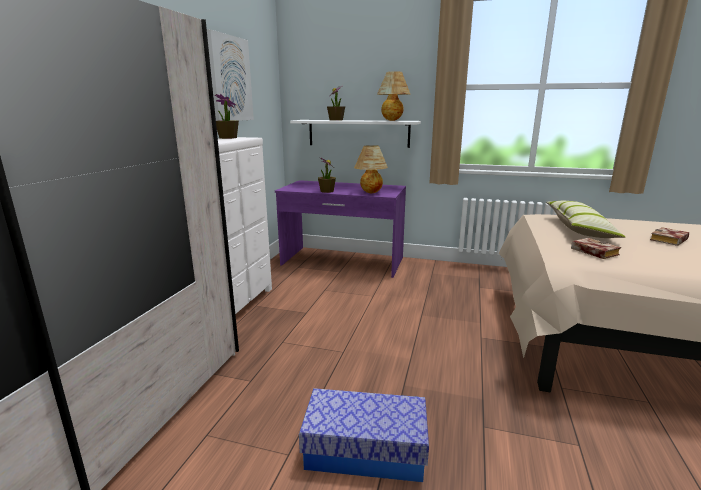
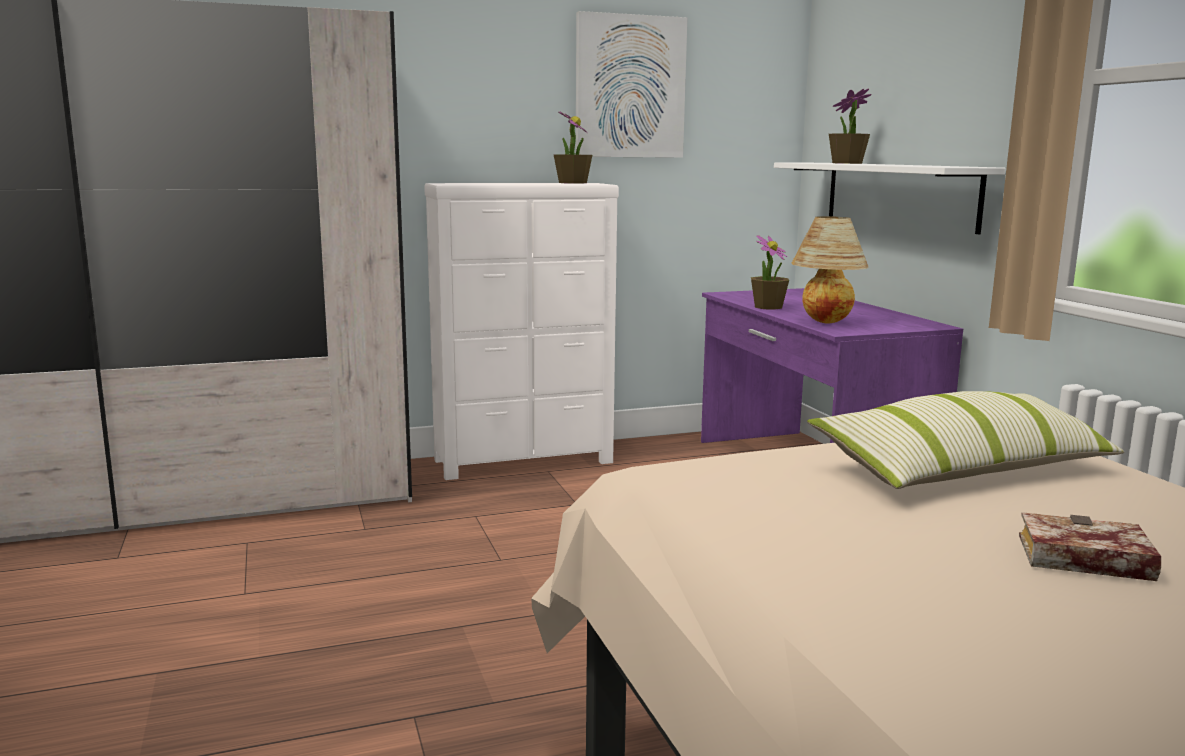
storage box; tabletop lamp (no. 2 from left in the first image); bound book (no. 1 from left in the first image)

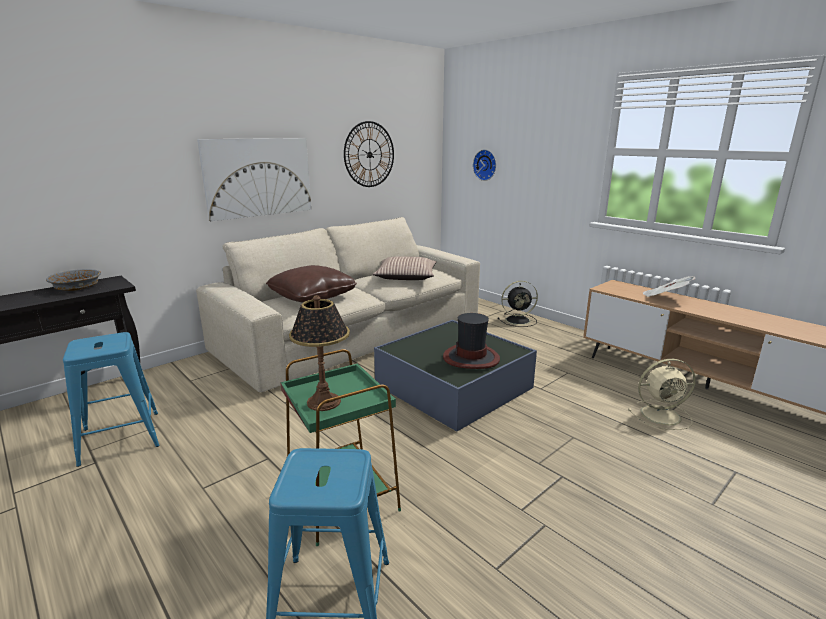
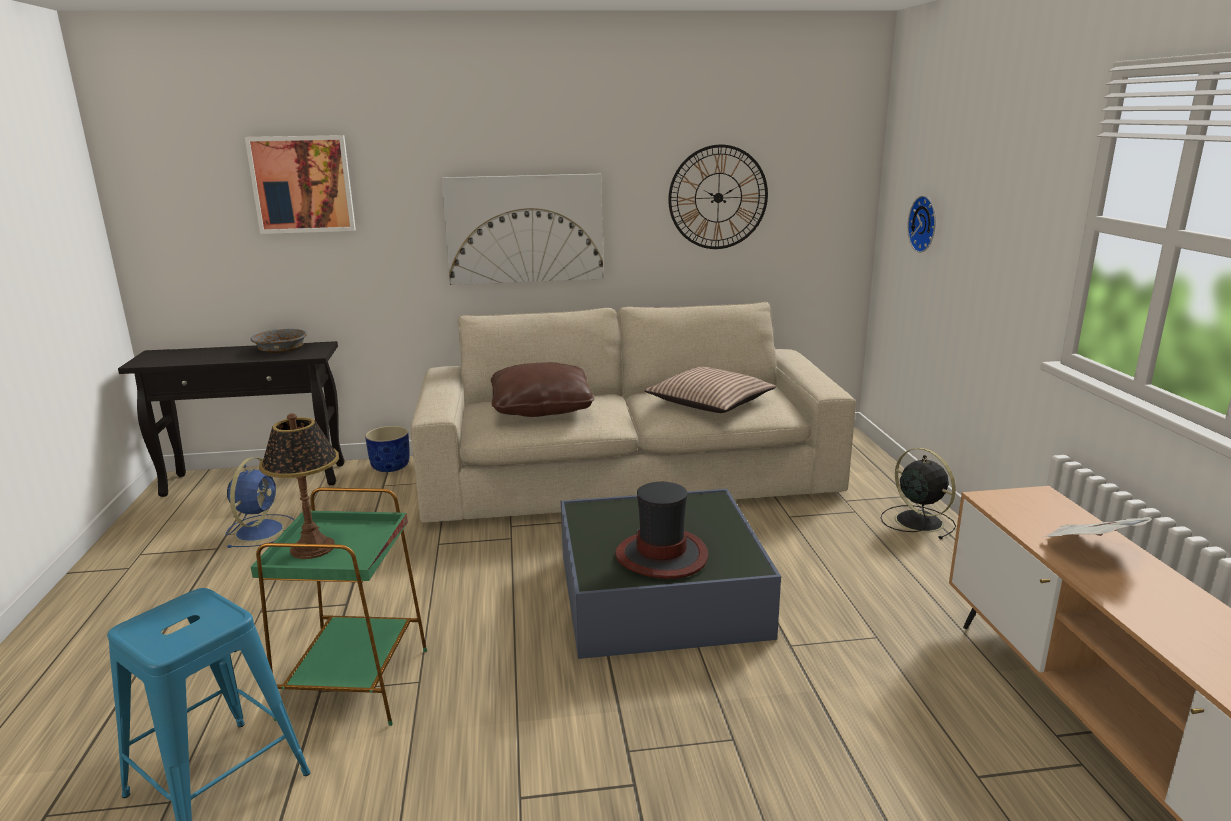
cooling fan in sand-coloured; wall picture (no. 1 from left); plant pot in blue-coloured; cooling fan in blue-coloured; cooling fan in black-coloured

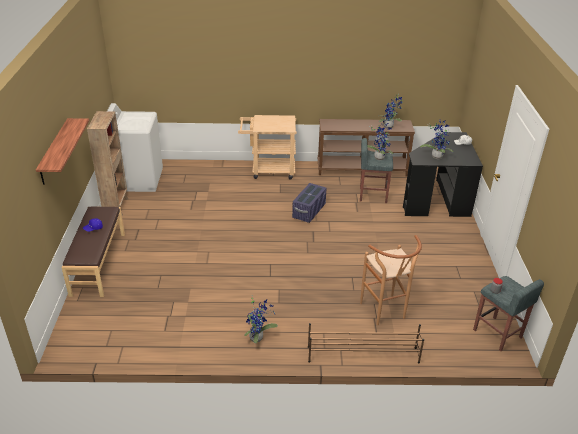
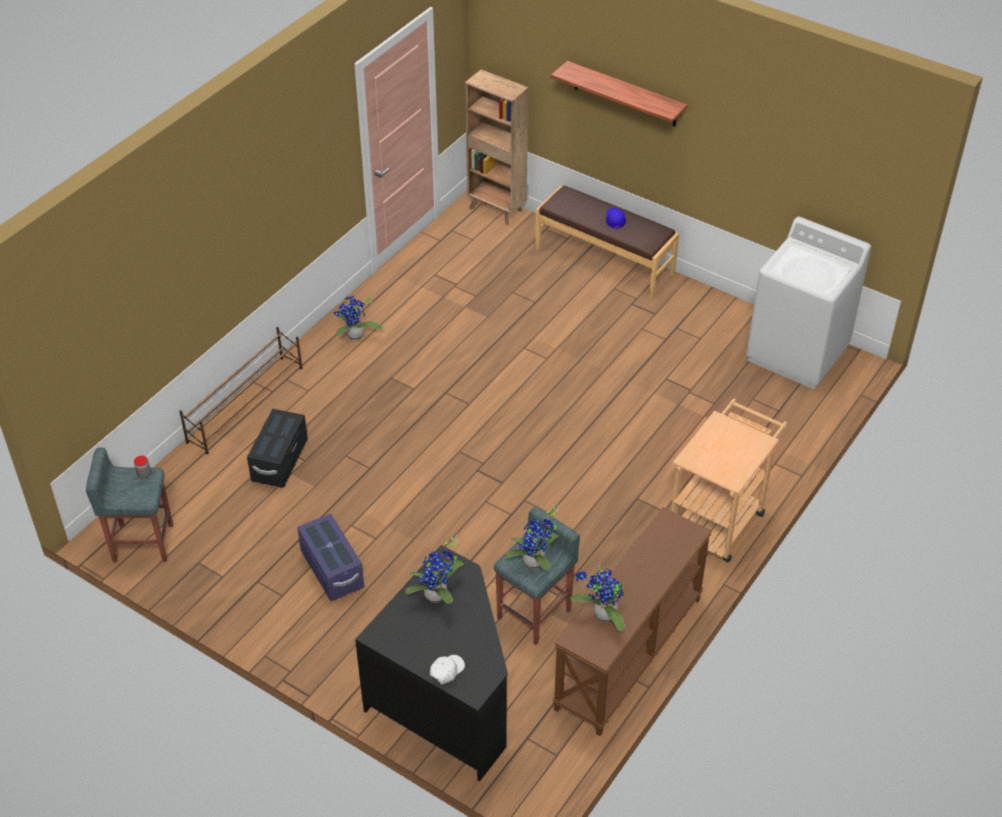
shelving unit in brown; storage box in purple-coloured; storage box in black-coloured

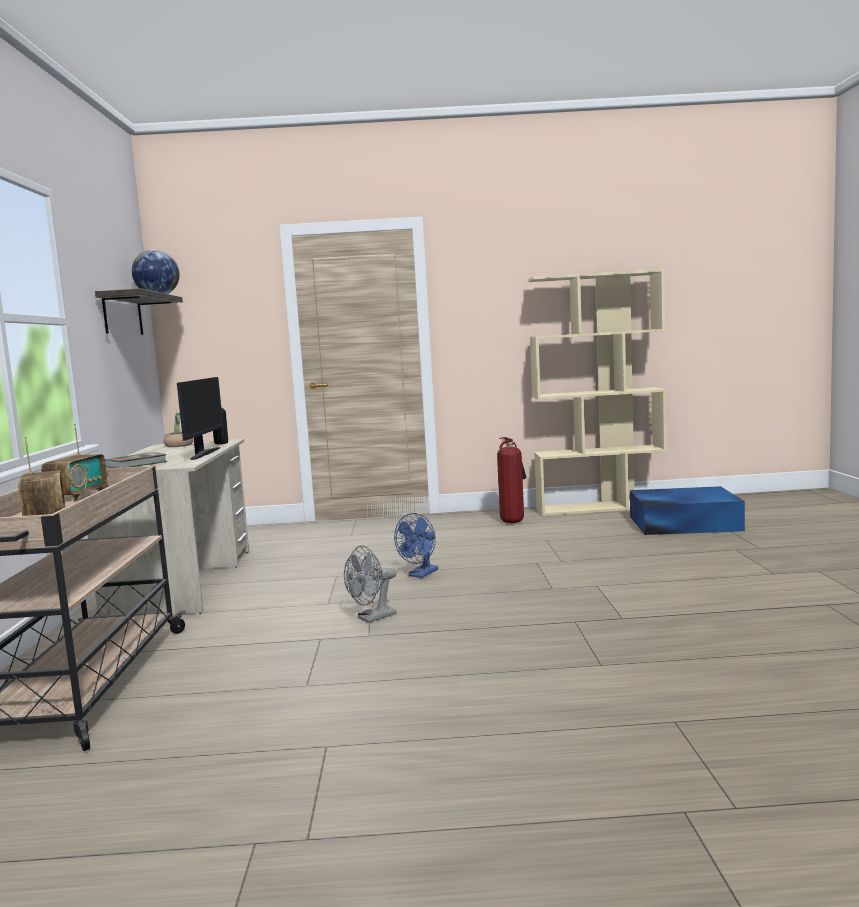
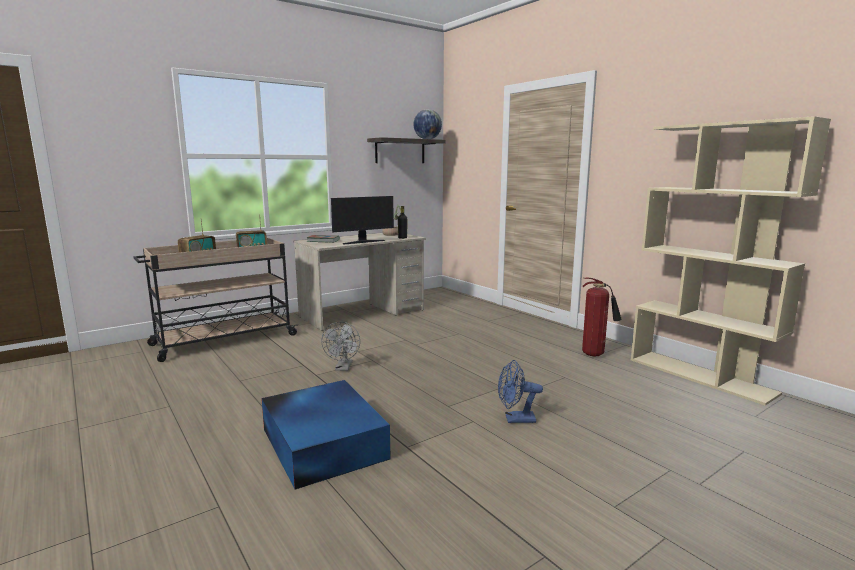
cooling fan in blue-coloured; storage box in blue-coloured; cooling fan in grey

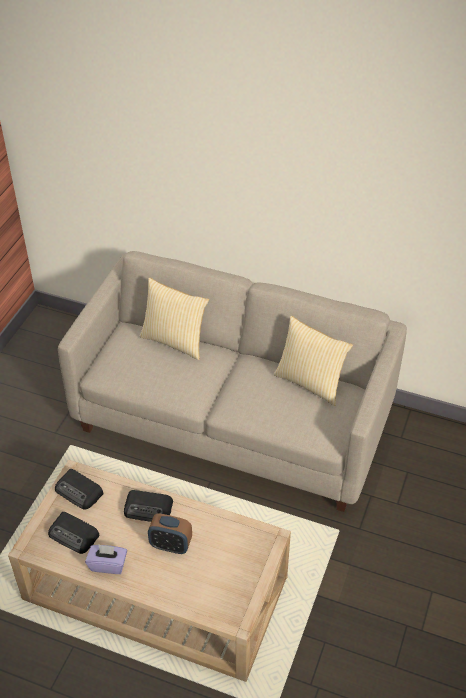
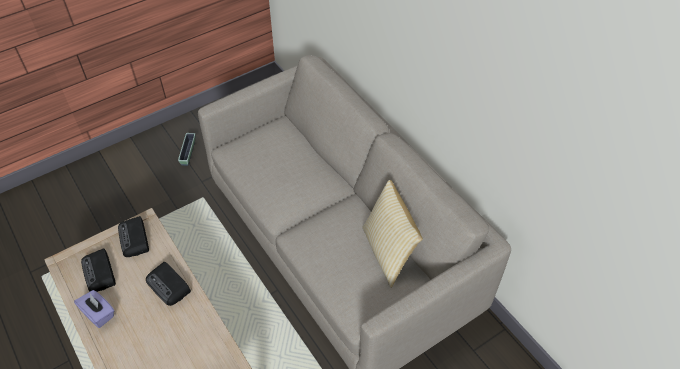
cushion (no. 1 from left in the first image); table clock; plant pot

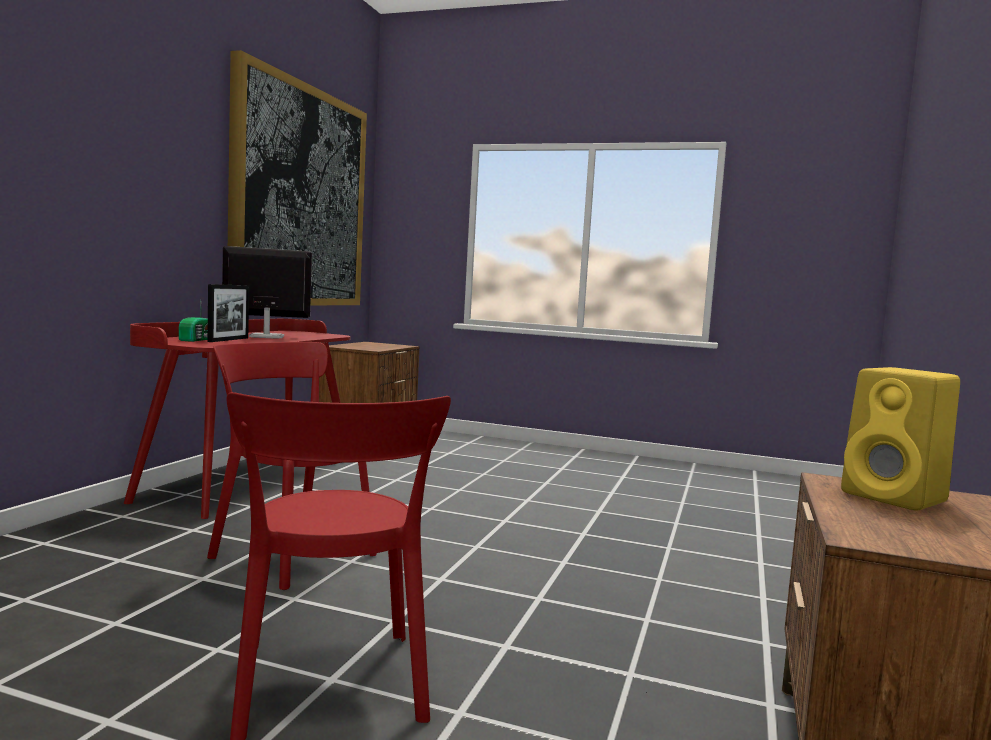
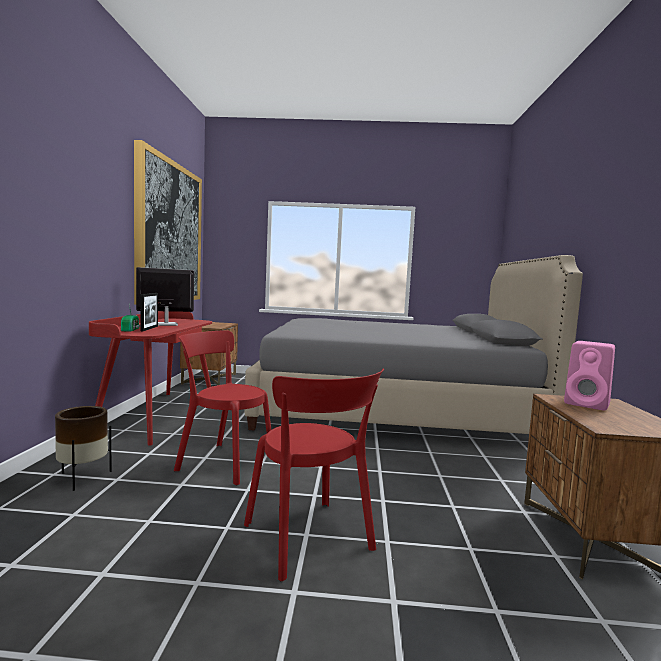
plant pot in brown; bed in grey; audio speaker in pink-coloured

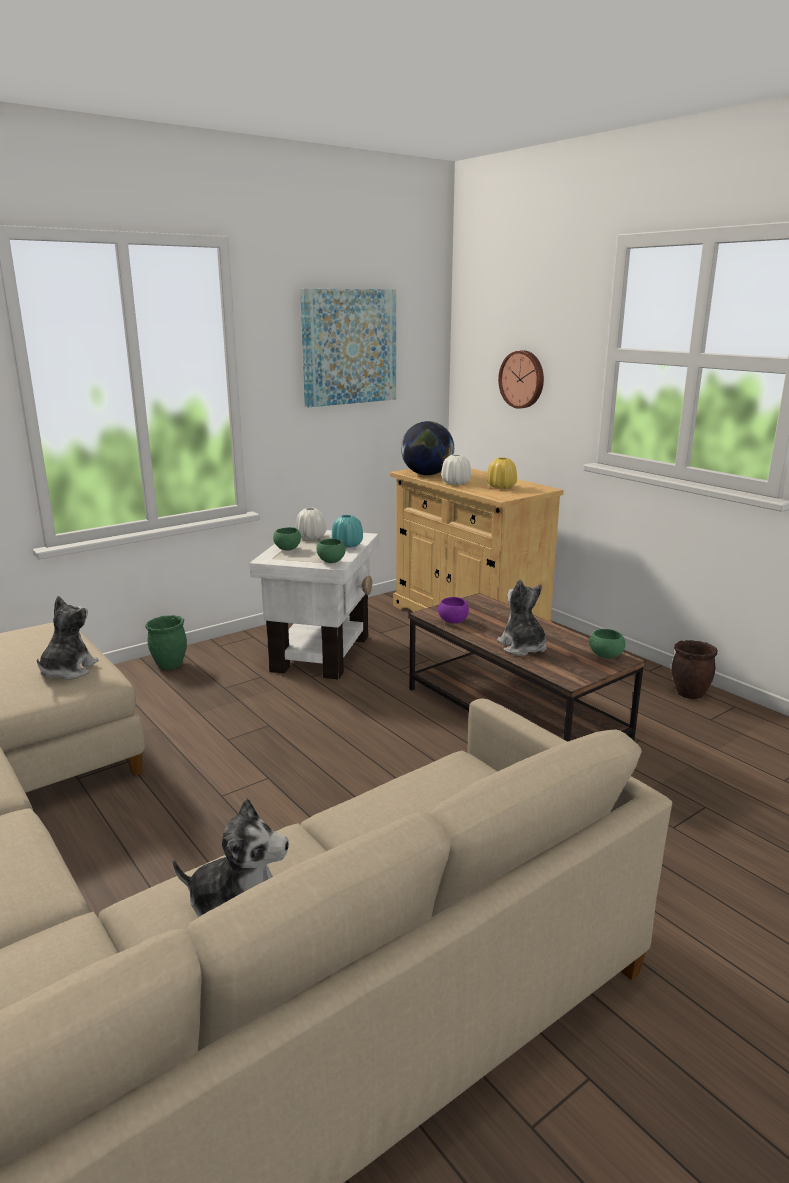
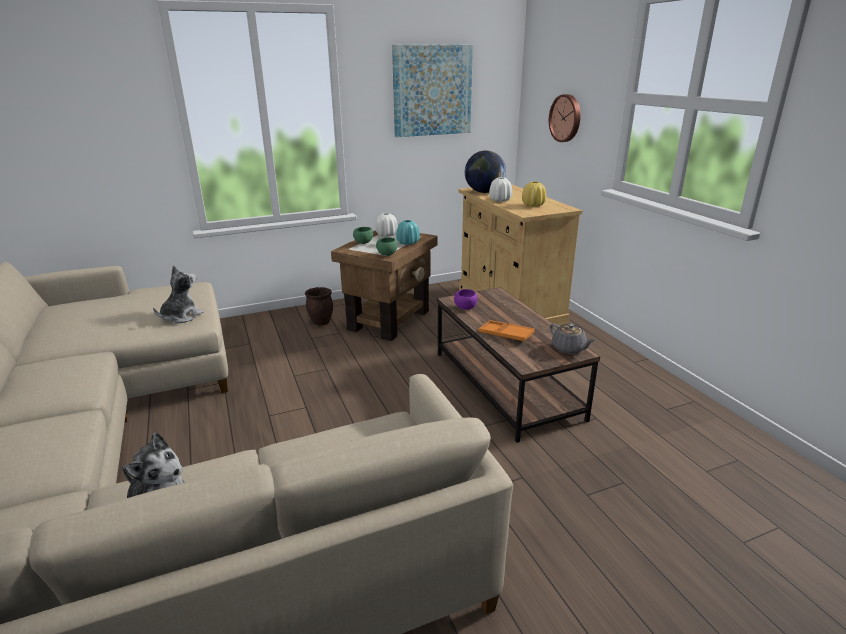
plant pot in green-coloured; plant pot in brown; tray in orange; tea pot in grey; side table in brown

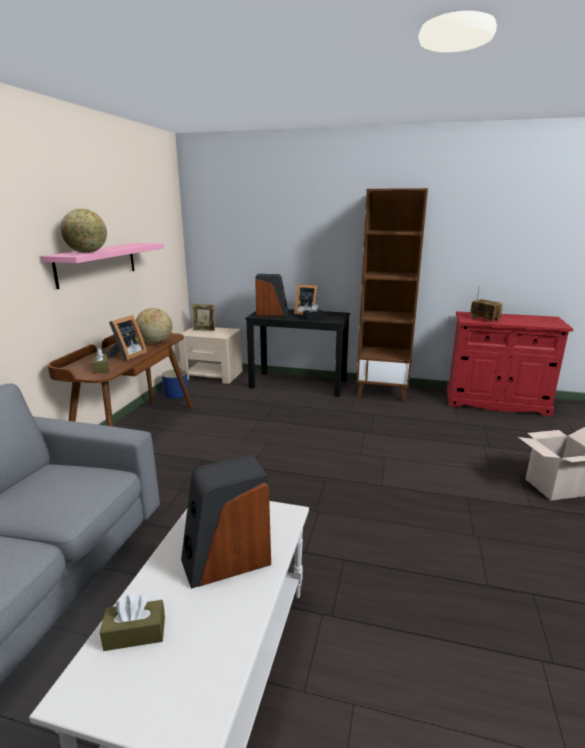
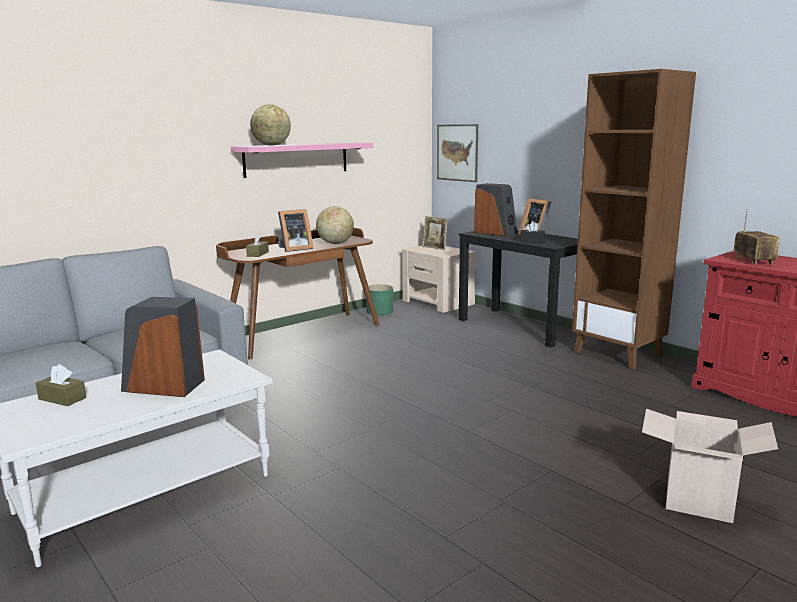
wall picture; plant pot in green-coloured

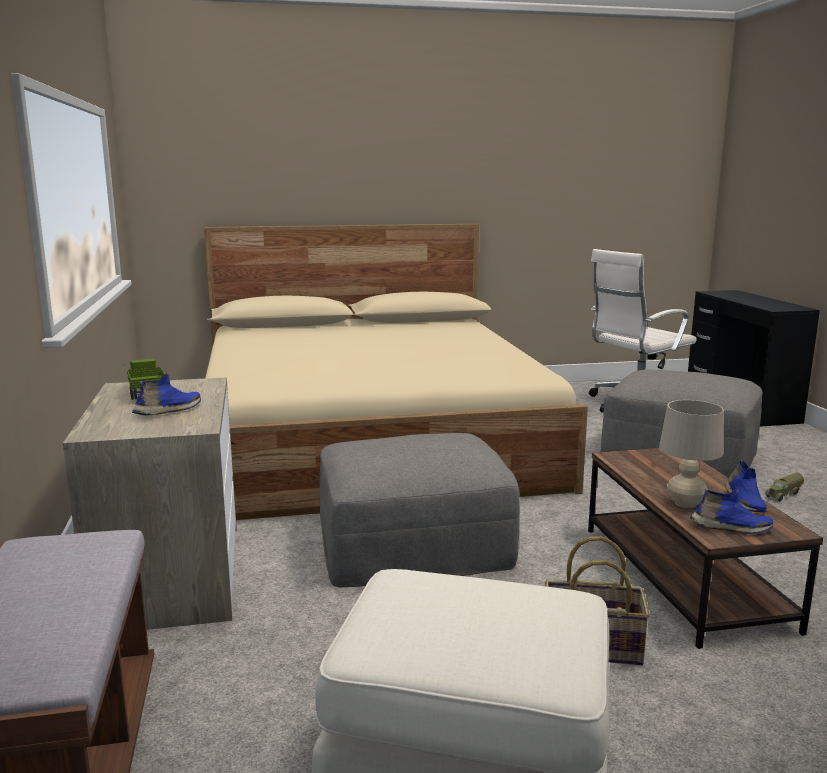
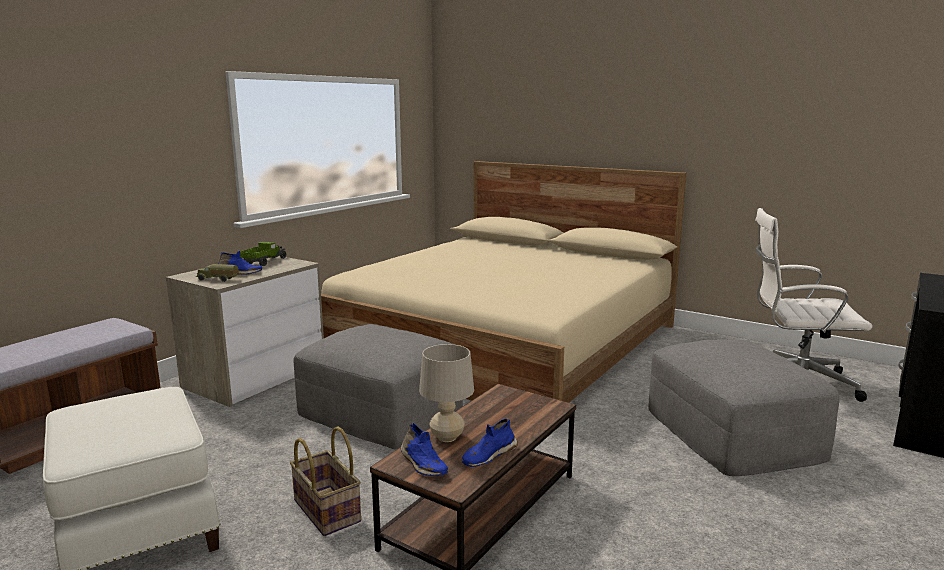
model truck (no. 1 from left)

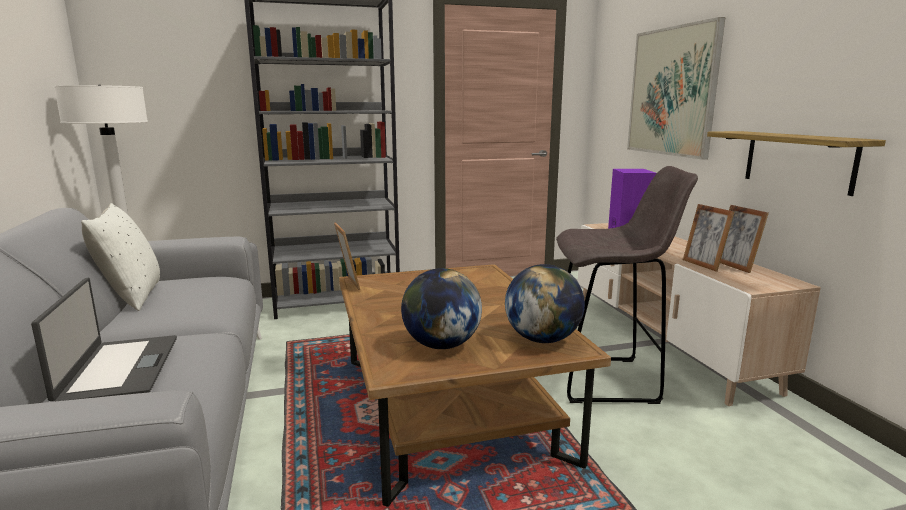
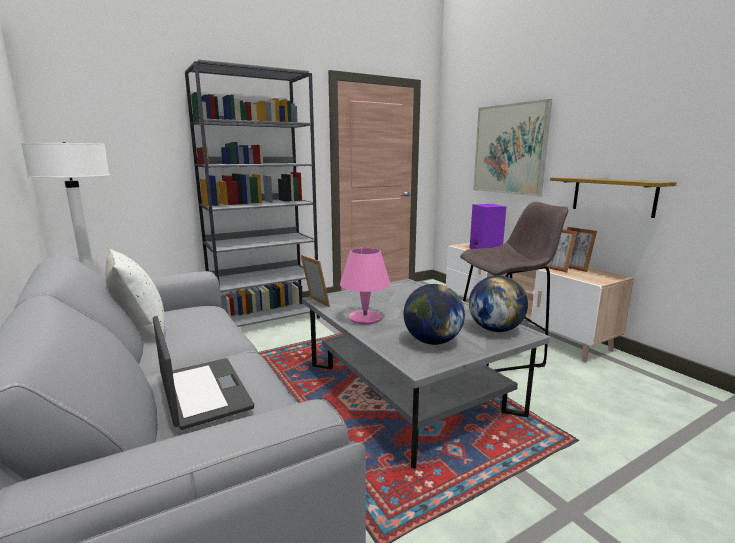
tabletop lamp in pink-coloured; coffee table in grey

